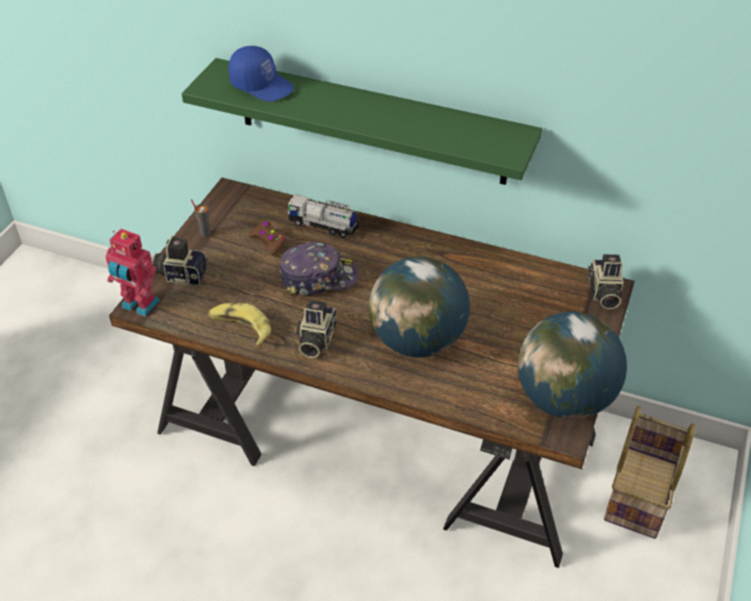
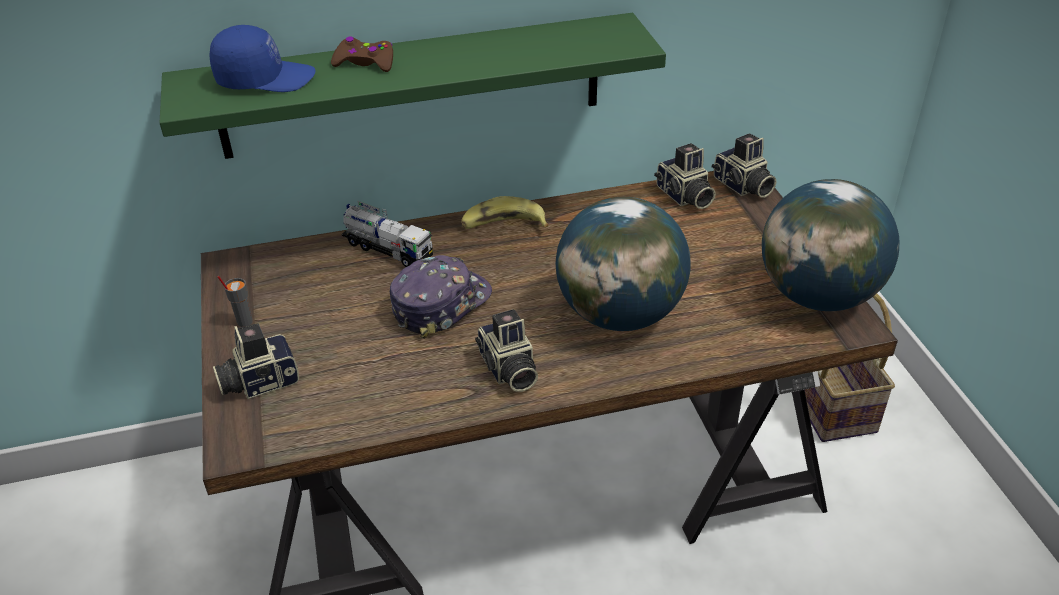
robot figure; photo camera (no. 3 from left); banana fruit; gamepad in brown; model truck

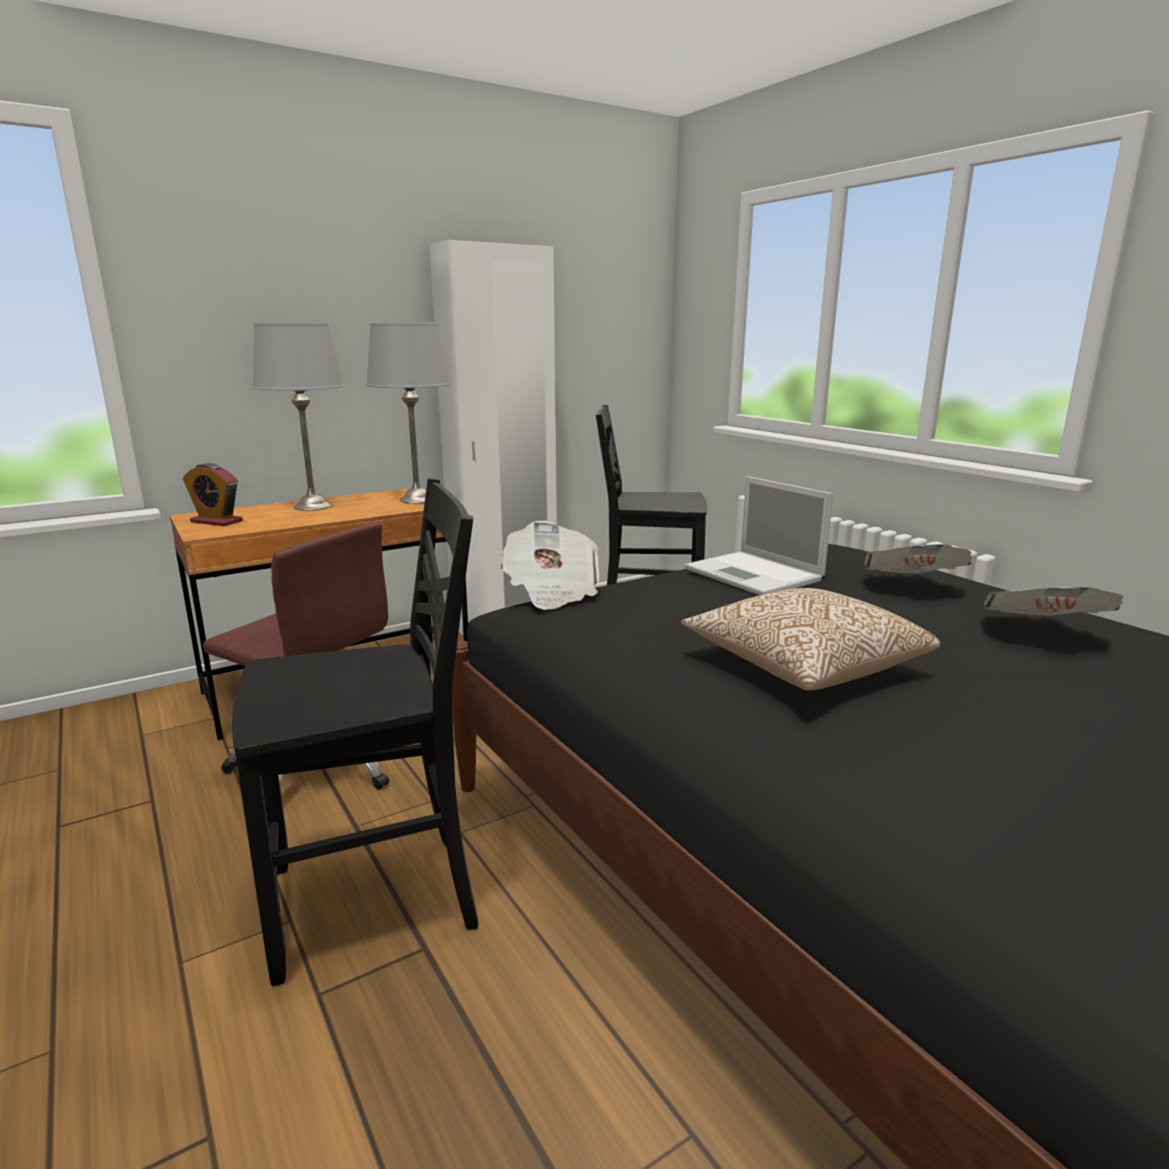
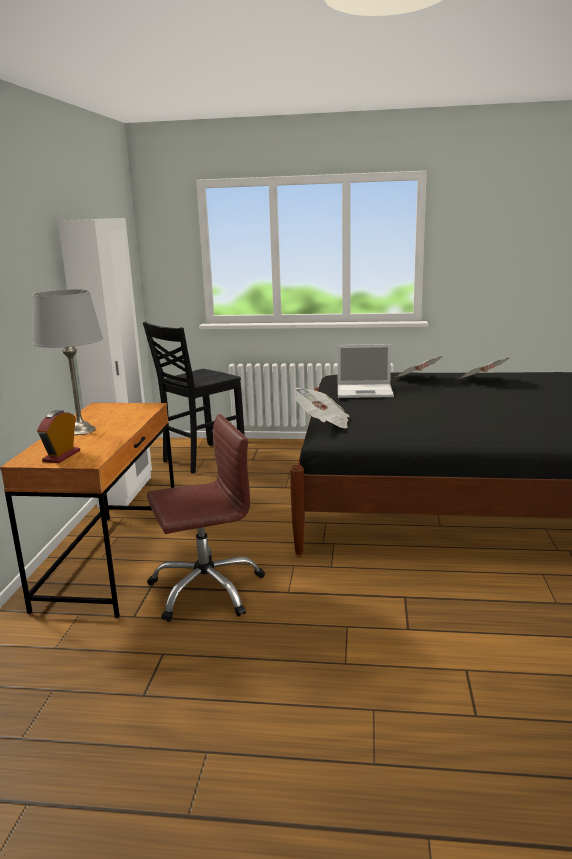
upright chair in black-coloured (no. 1 from left in the first image); tabletop lamp in grey (no. 2 from left in the first image); cushion; table clock

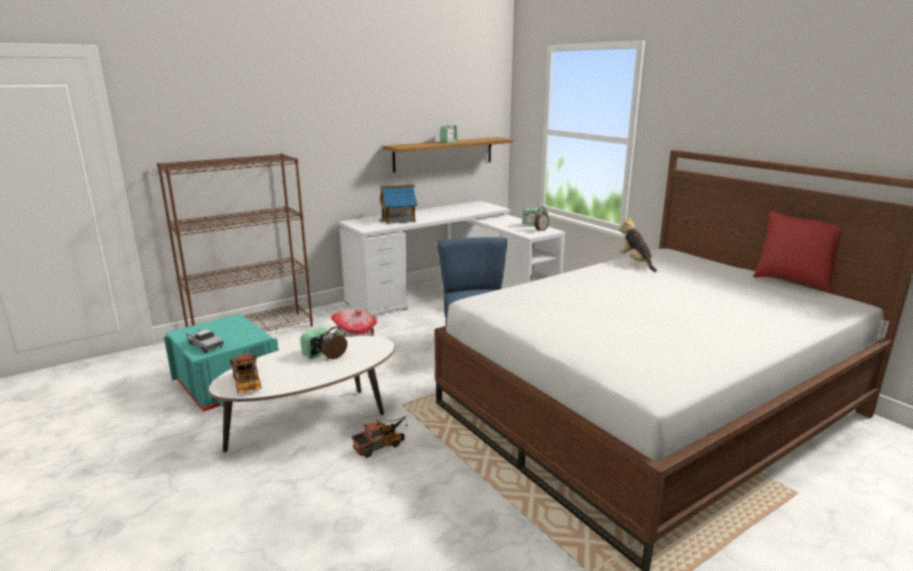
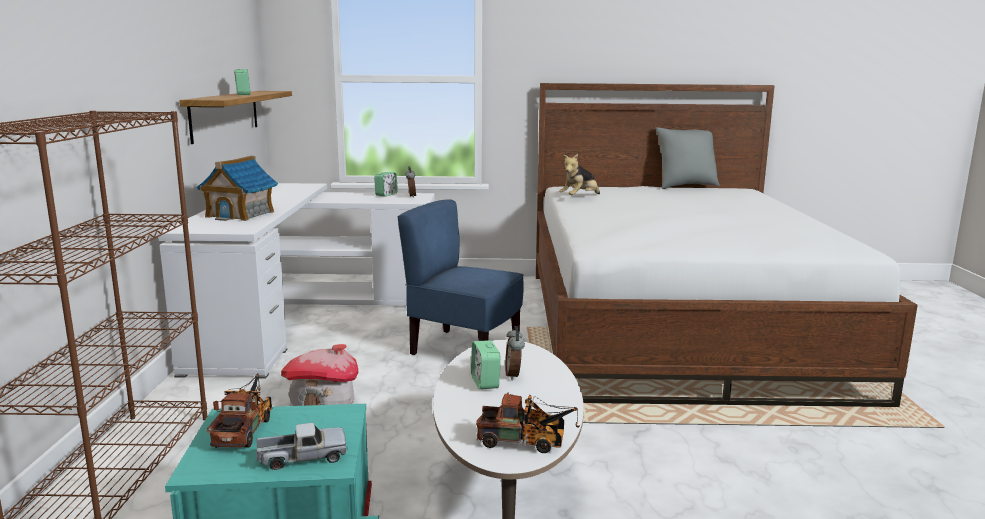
model truck (no. 1 from left); cushion in grey; plush toy

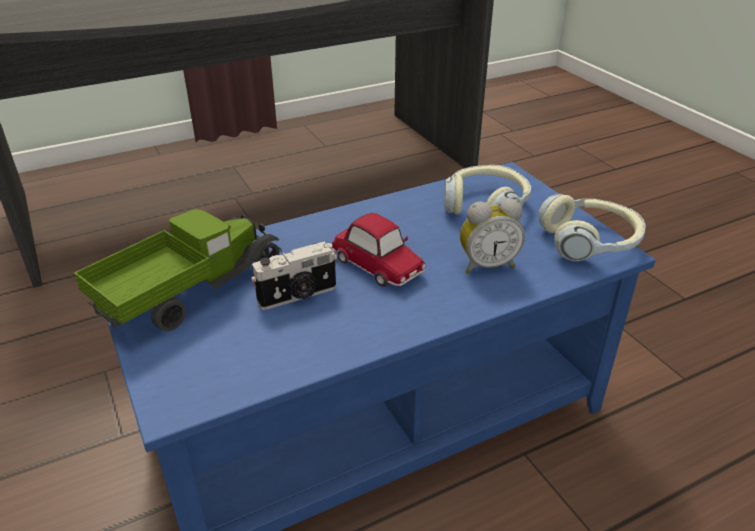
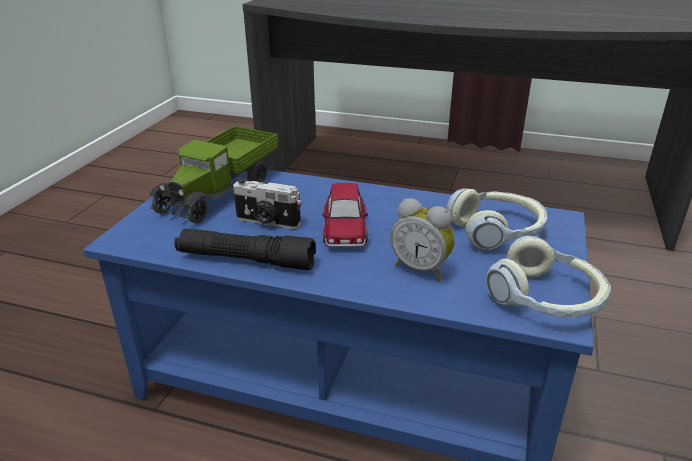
torch in black-coloured; model truck

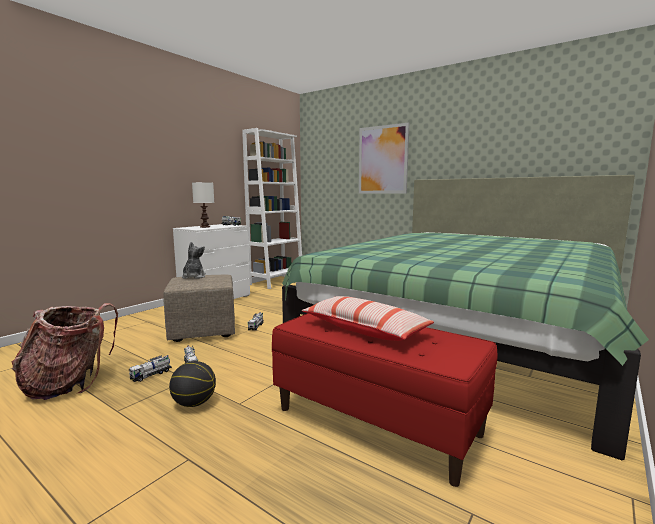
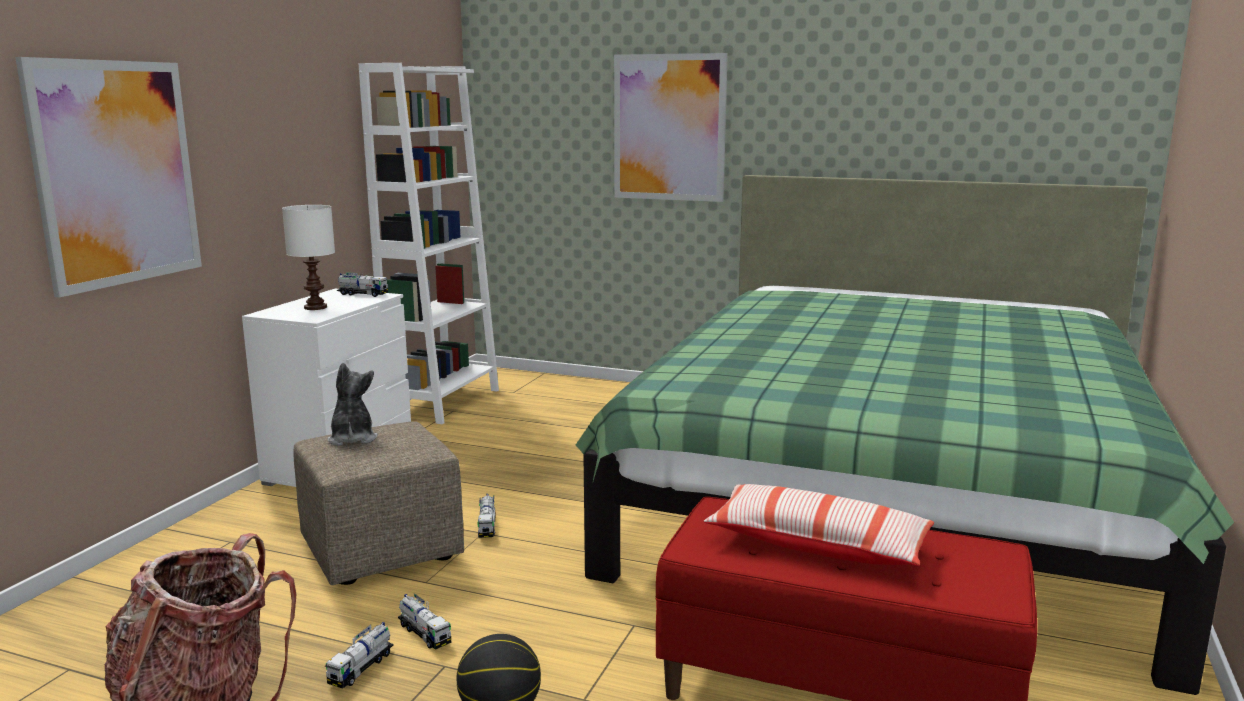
wall picture (no. 1 from left)

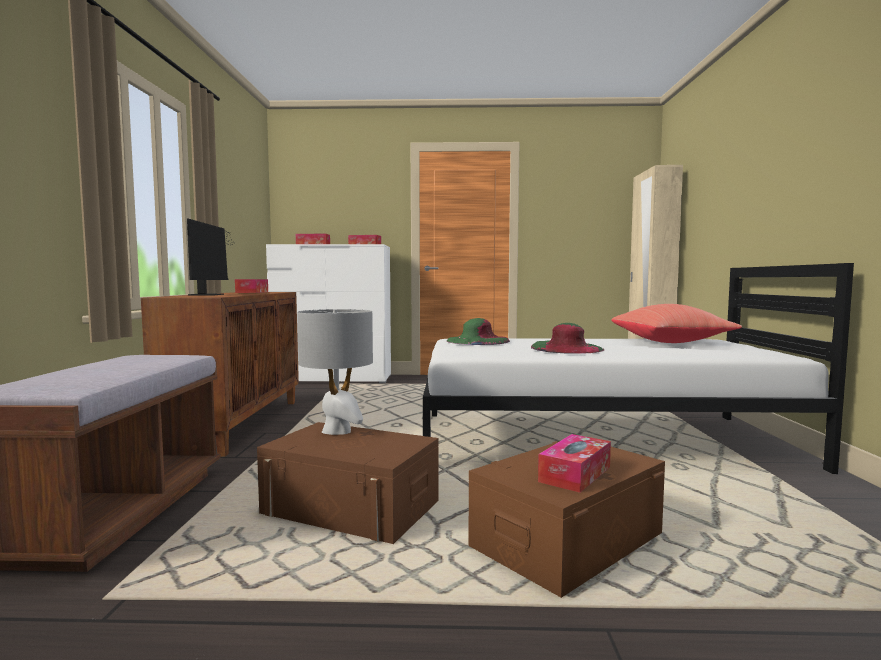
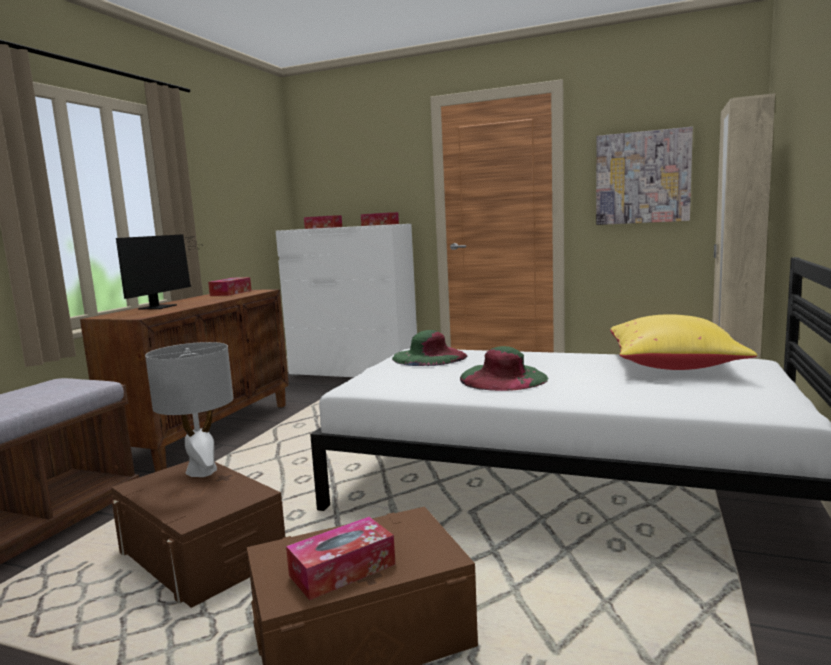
wall picture; cushion in yellow-coloured

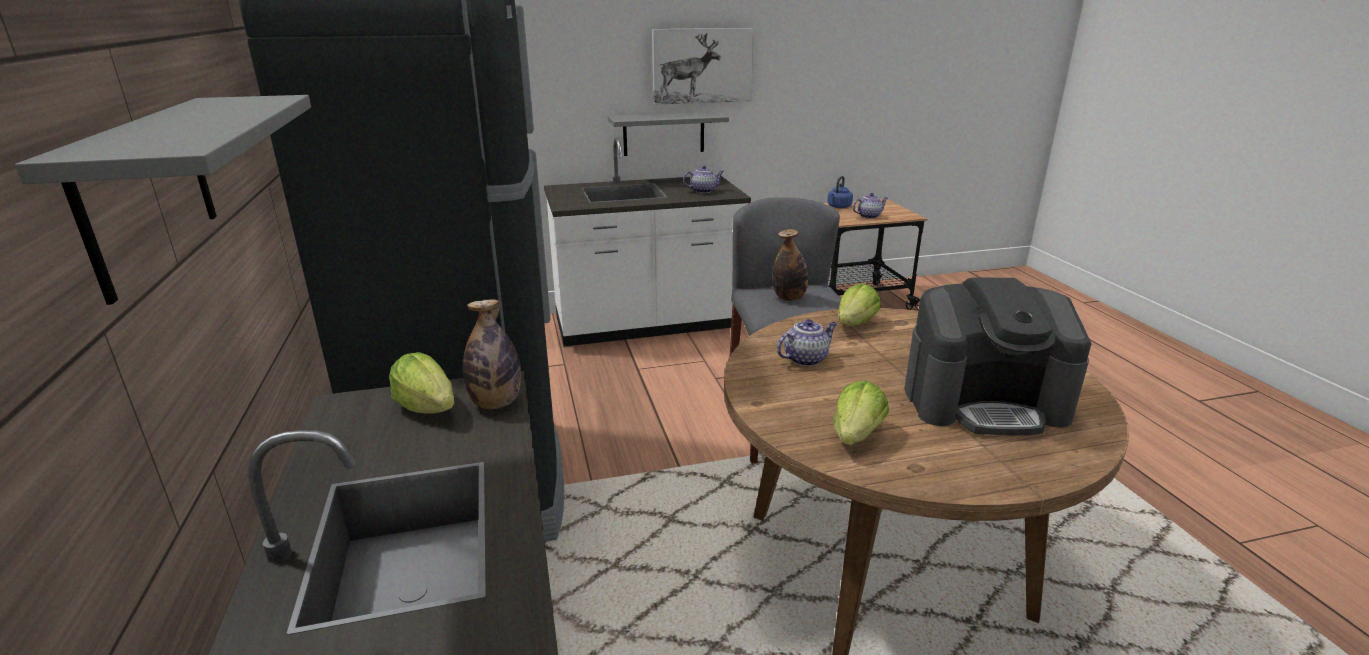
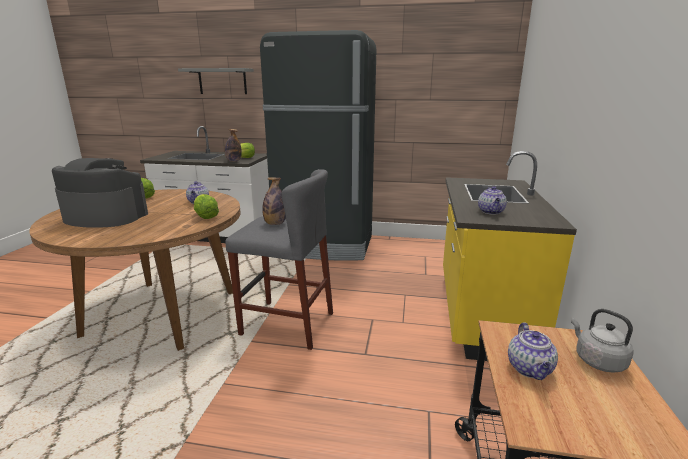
wall shelf in grey (no. 2 from left in the first image); wall picture; kitchen counter in yellow-coloured; tea kettle in grey; coffee maker

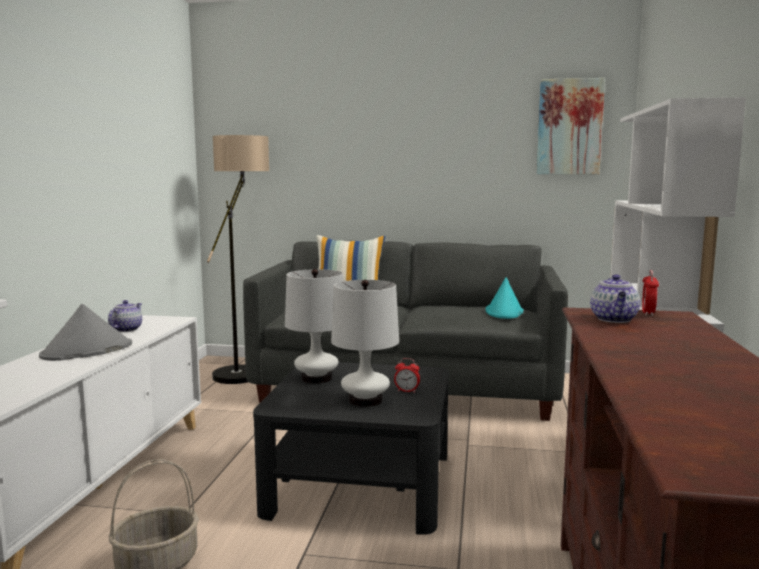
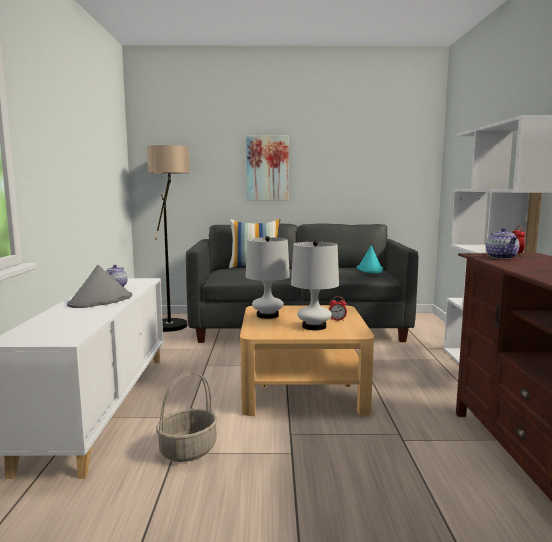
wall picture; coffee table in sand-coloured

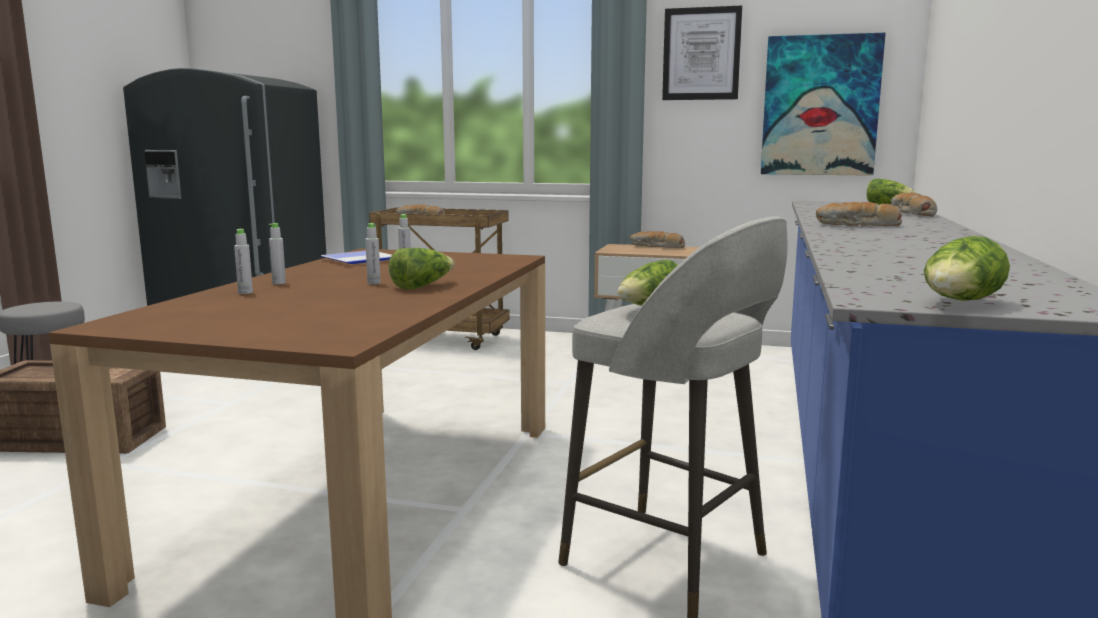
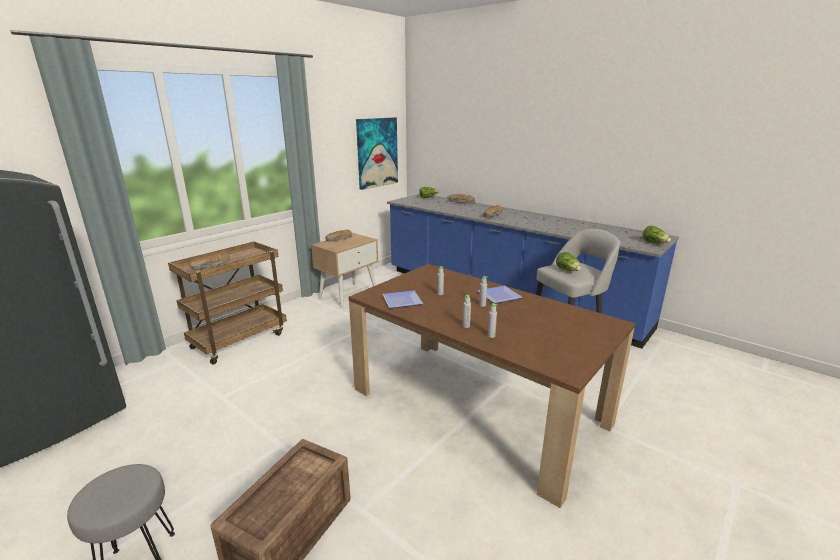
wall picture (no. 1 from left in the first image); dinner plate (no. 2 from left)

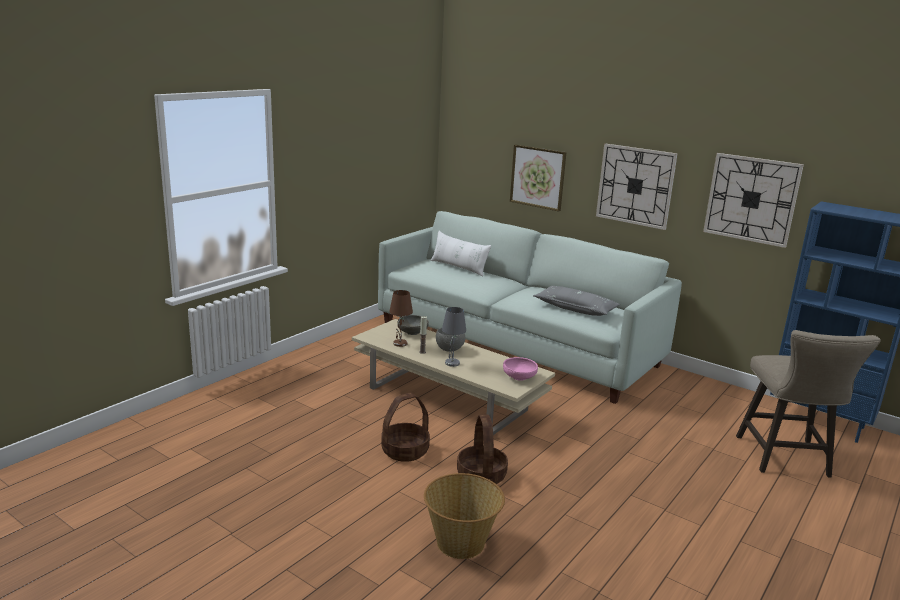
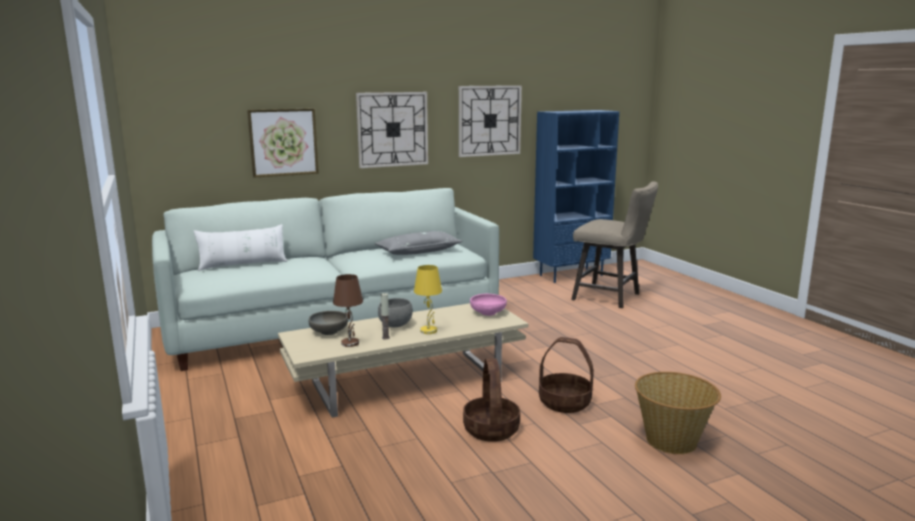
tabletop lamp in yellow-coloured

